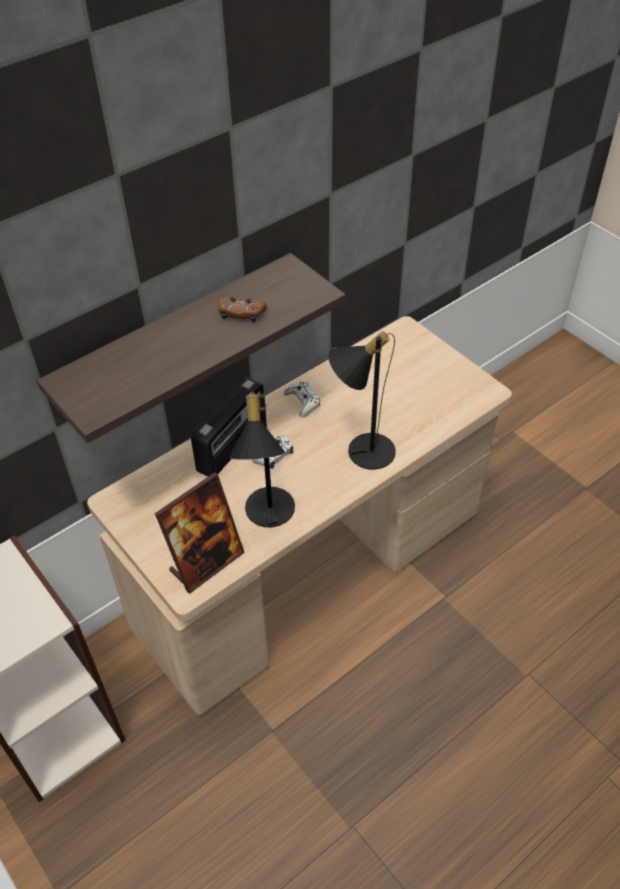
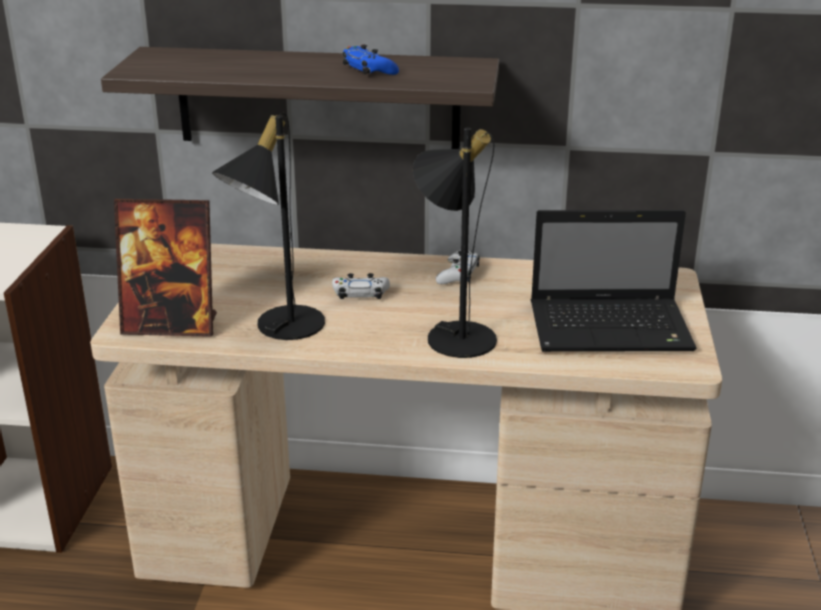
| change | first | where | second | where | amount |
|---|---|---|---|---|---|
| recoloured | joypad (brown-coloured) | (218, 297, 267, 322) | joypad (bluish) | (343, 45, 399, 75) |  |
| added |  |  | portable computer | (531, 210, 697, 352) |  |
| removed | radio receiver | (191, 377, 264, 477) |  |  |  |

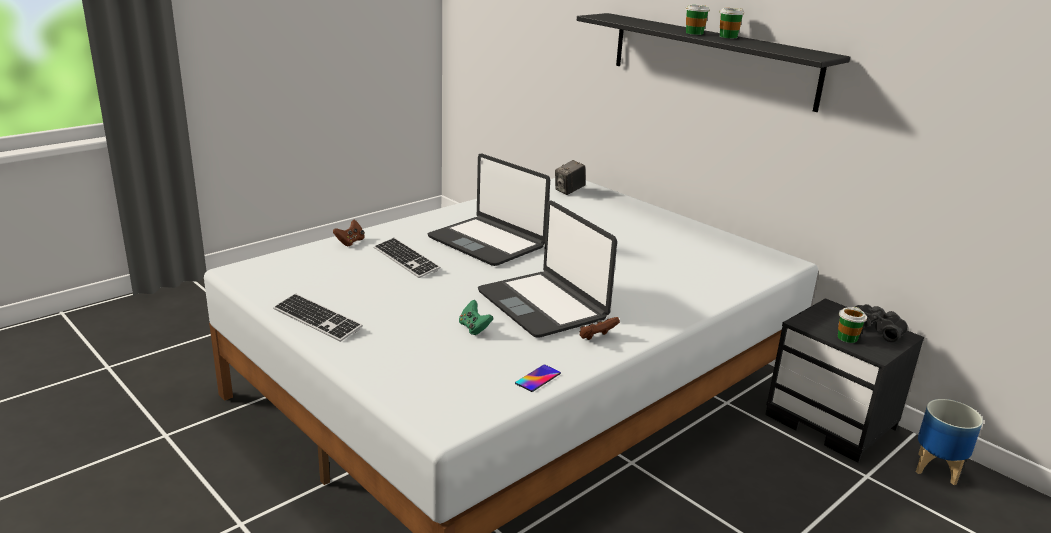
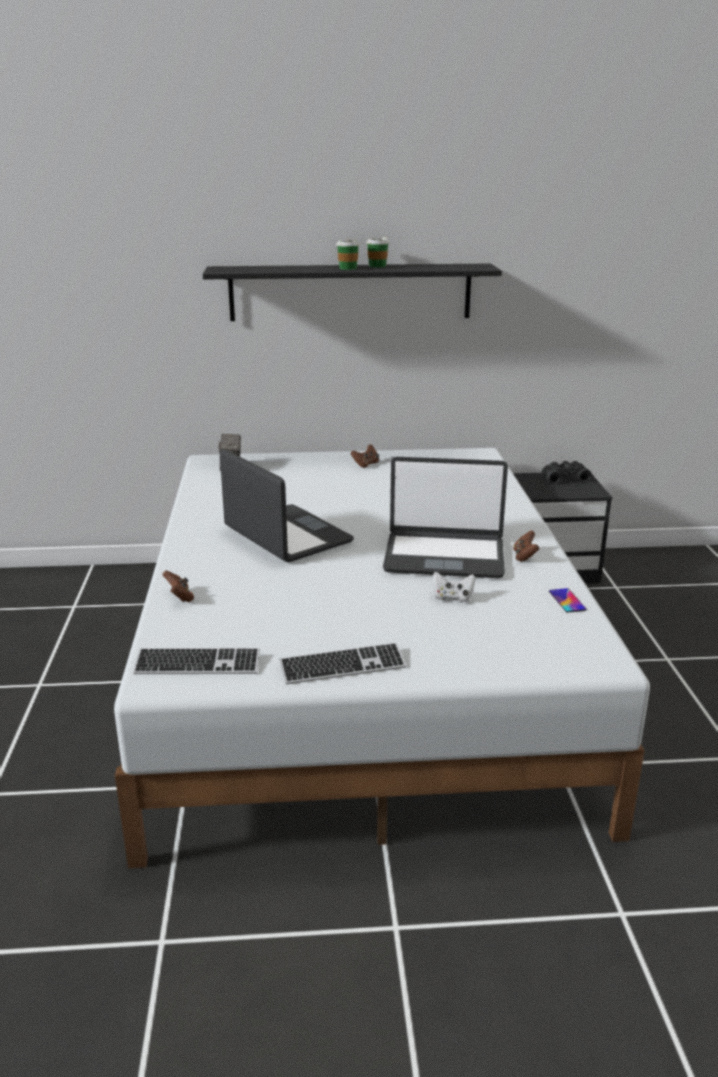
| change | first | where | second | where | amount |
|---|---|---|---|---|---|
| moved | PC keyboard | (374, 238, 441, 278) |  | (133, 648, 260, 674) |  |
| turned | portable computer | (428, 153, 550, 266) |  | (220, 449, 354, 562) | 120 degrees counterclockwise |
| added |  |  | joypad (brown-coloured) | (351, 444, 379, 468) |  |
| recoloured | joypad (greenish) | (459, 300, 493, 335) | joypad (whitish) | (433, 572, 475, 602) |  |
| removed | cup | (838, 307, 867, 343) |  |  |  |
| removed | plant pot | (916, 399, 983, 485) |  |  |  |

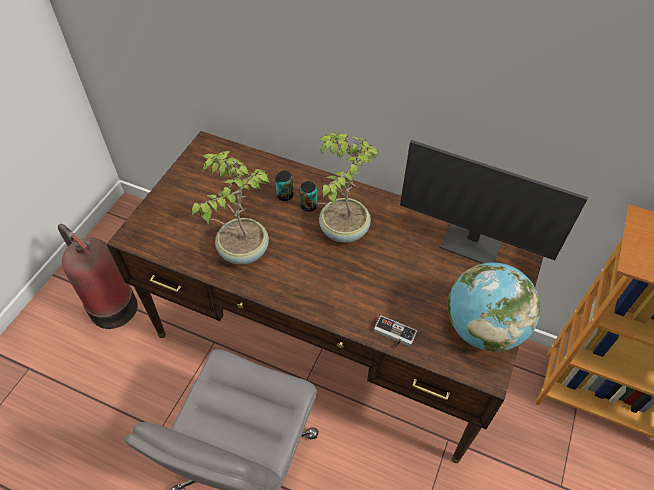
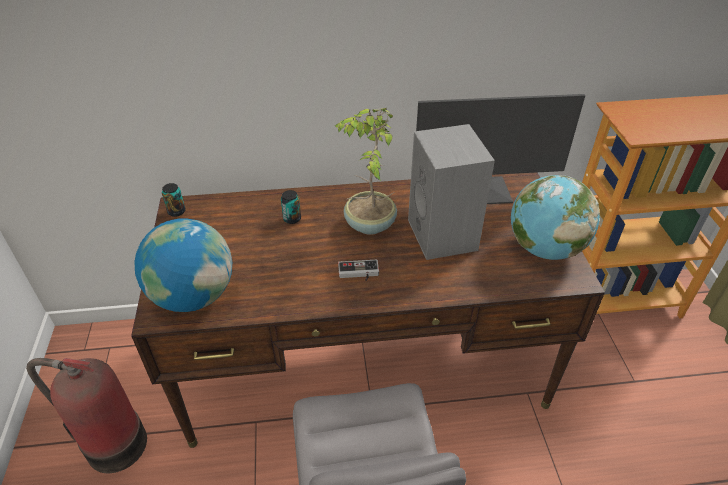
| change | first | where | second | where | amount |
|---|---|---|---|---|---|
| added |  |  | desk globe | (135, 218, 232, 312) |  |
| moved | sealed can | (300, 181, 317, 212) |  | (162, 183, 186, 217) |  |
| moved | joypad | (374, 315, 417, 347) |  | (338, 260, 379, 281) |  |
| added |  |  | loudspeaker (greyish) | (408, 124, 495, 260) |  |
| removed | plant in a pot | (191, 150, 270, 265) |  |  |  |

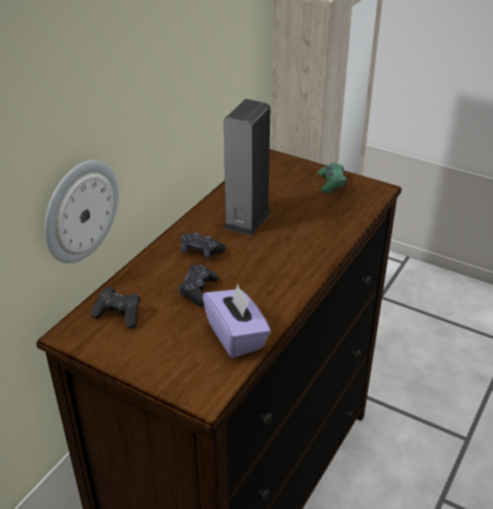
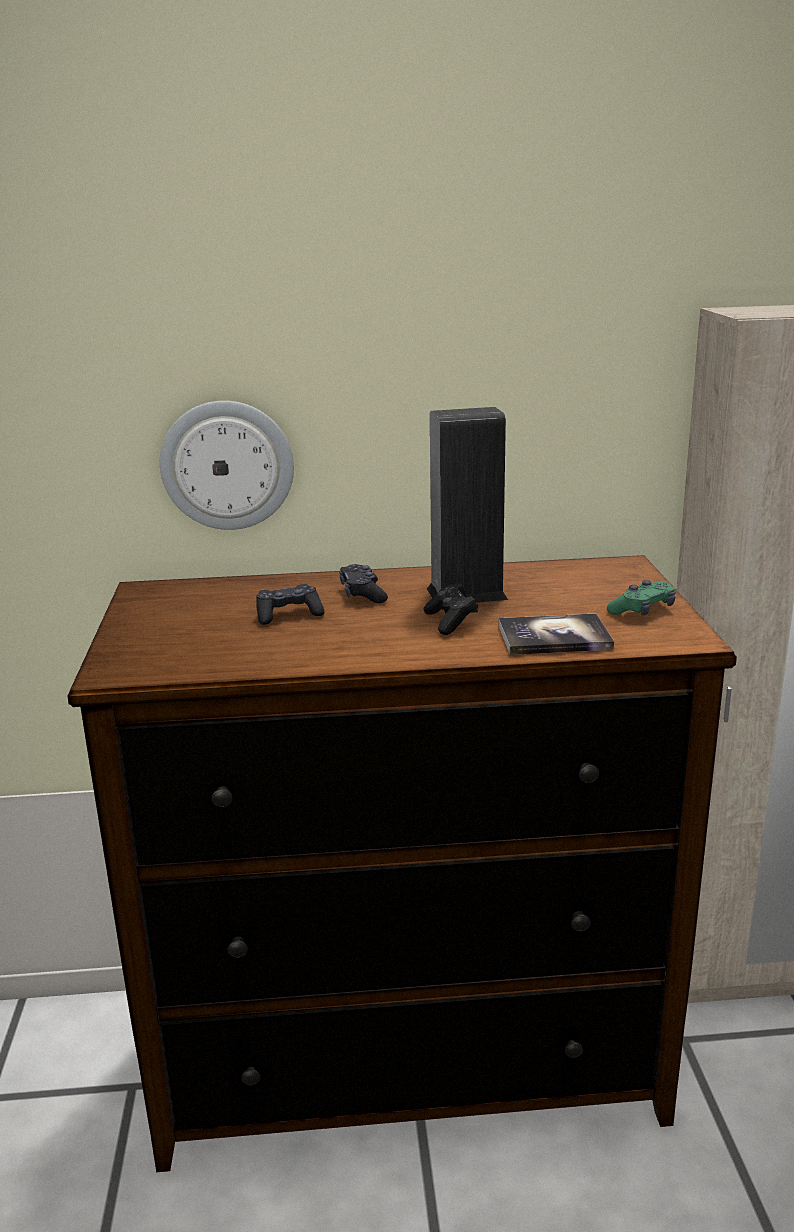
| change | first | where | second | where | amount |
|---|---|---|---|---|---|
| moved | joypad (black-coloured) | (91, 287, 140, 328) |  | (424, 583, 479, 635) |  |
| added |  |  | volume | (498, 613, 614, 655) |  |
| removed | tissue box (purple) | (202, 284, 271, 358) |  |  |  |

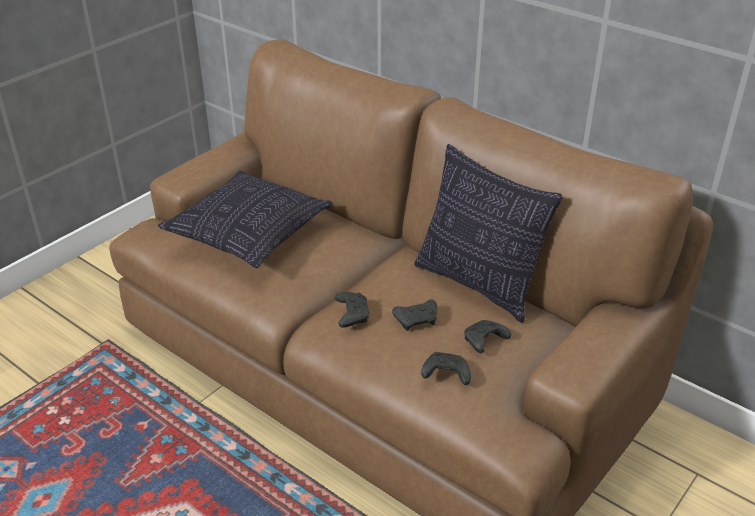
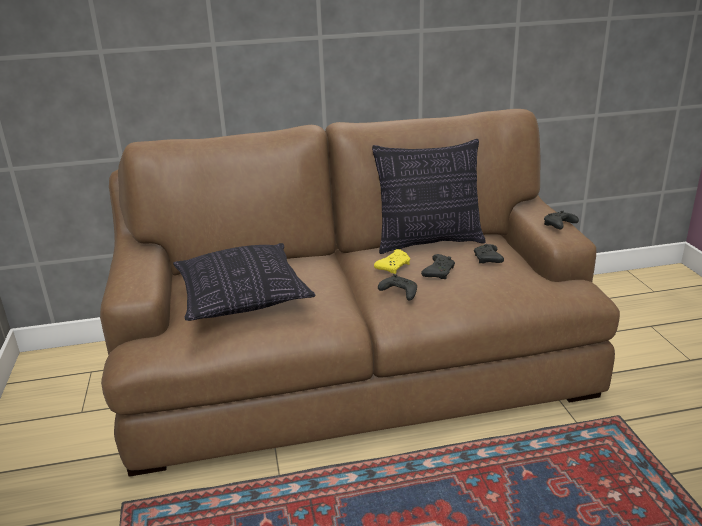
| change | first | where | second | where | amount |
|---|---|---|---|---|---|
| added |  |  | joypad (yellow-coloured) | (374, 249, 410, 274) |  |
| moved | joypad (black-coloured) | (421, 352, 471, 385) |  | (544, 211, 579, 229) |  |

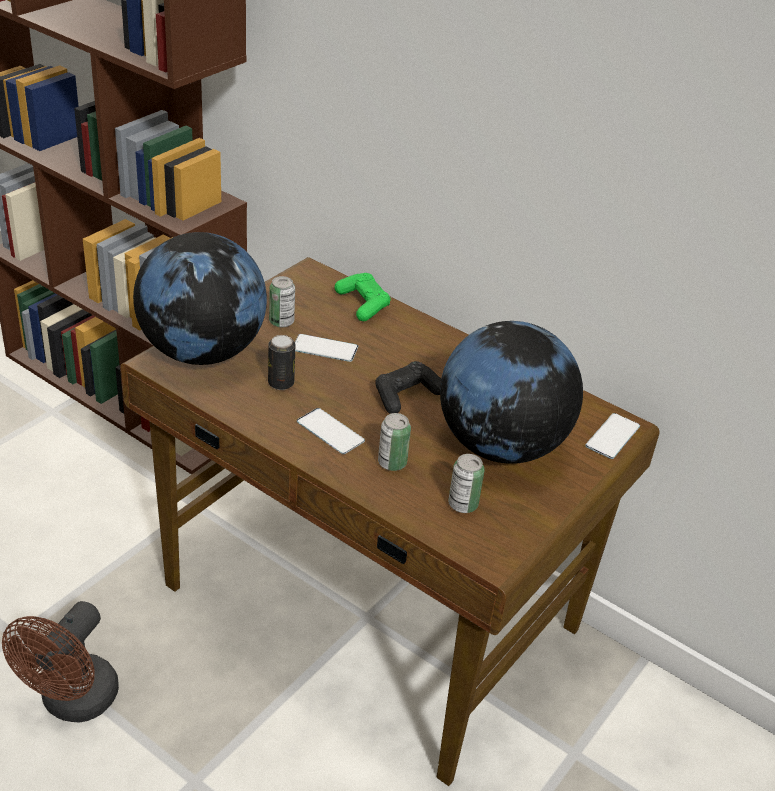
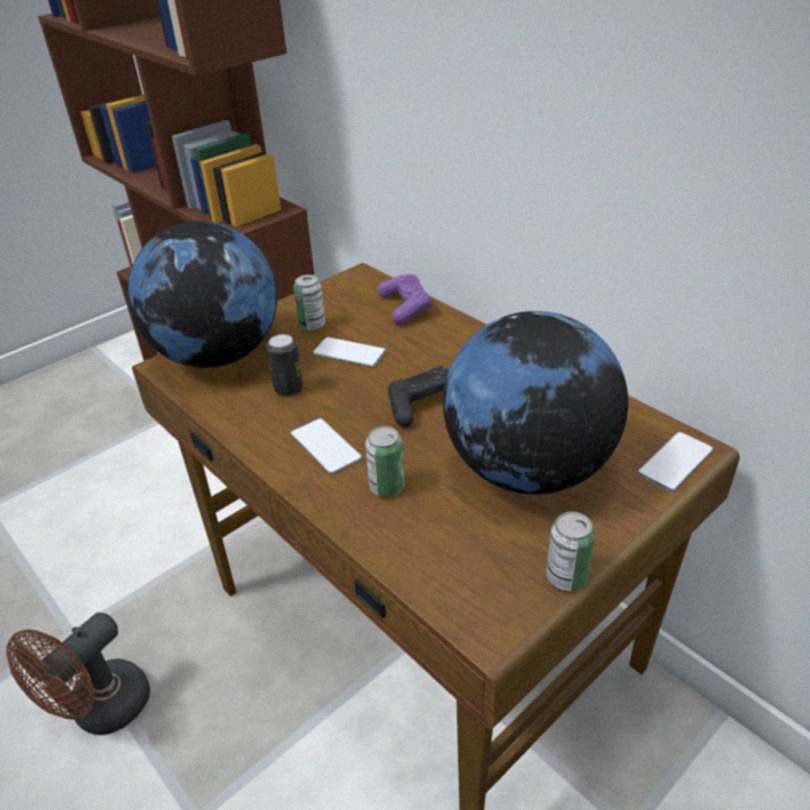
| change | first | where | second | where | amount |
|---|---|---|---|---|---|
| recoloured | joypad (greenish) | (334, 273, 391, 321) | joypad (purple) | (377, 274, 432, 324) |  |
| moved | sealed can | (448, 454, 484, 513) |  | (546, 511, 595, 591) |  |

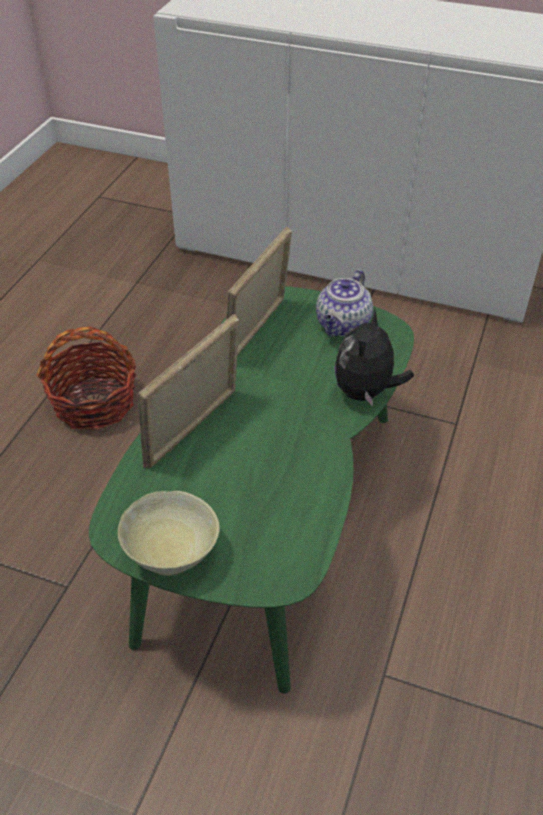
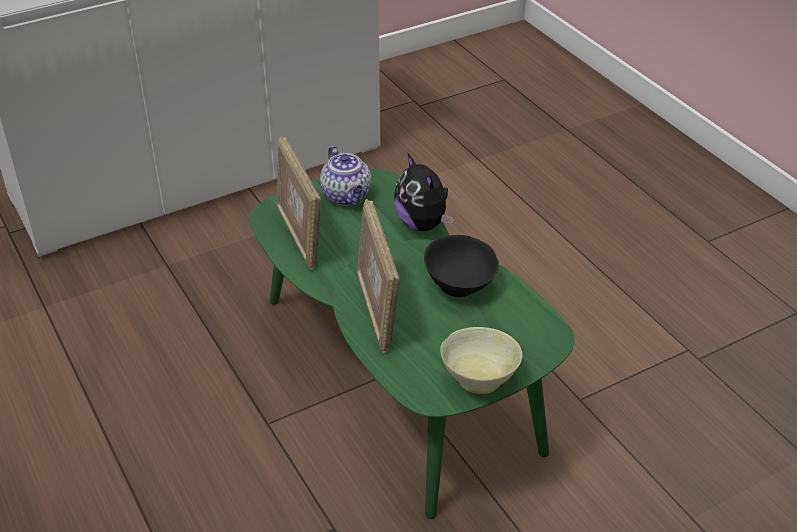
| change | first | where | second | where | amount |
|---|---|---|---|---|---|
| added |  |  | serving bowl (black-coloured) | (424, 235, 499, 297) |  |
| removed | basket | (37, 327, 136, 431) |  |  |  |

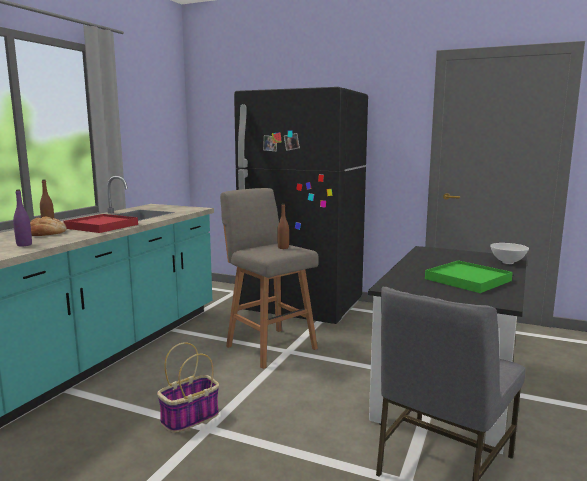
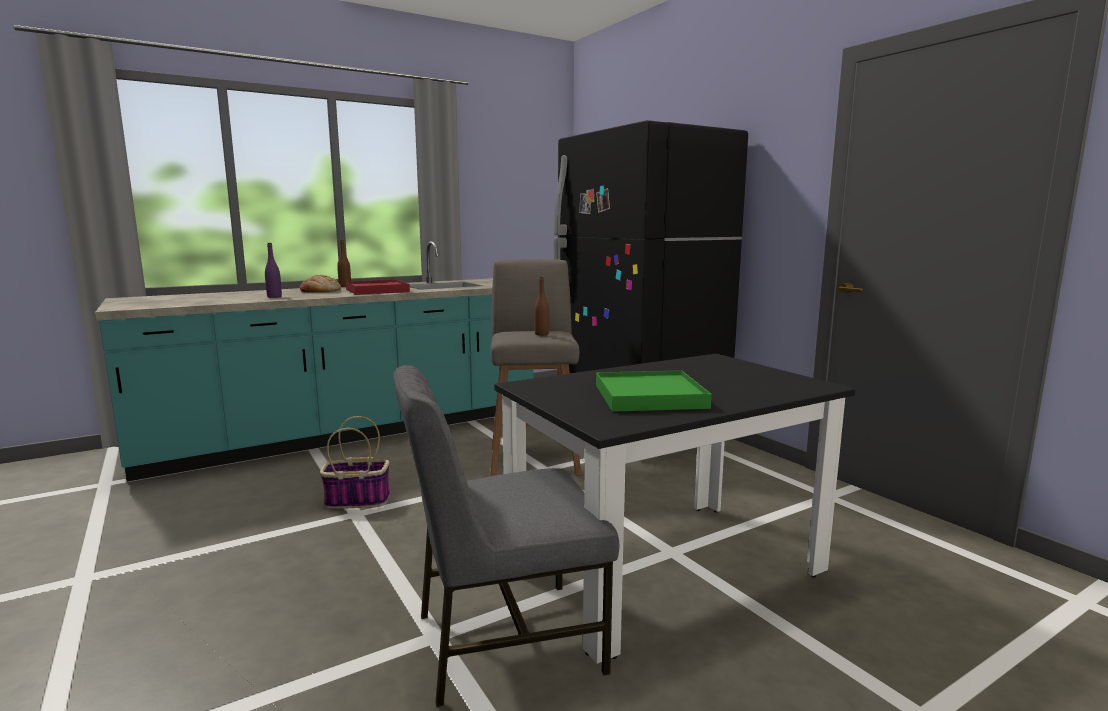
| change | first | where | second | where | amount |
|---|---|---|---|---|---|
| removed | serving bowl (whitish) | (490, 243, 529, 264) |  |  |  |

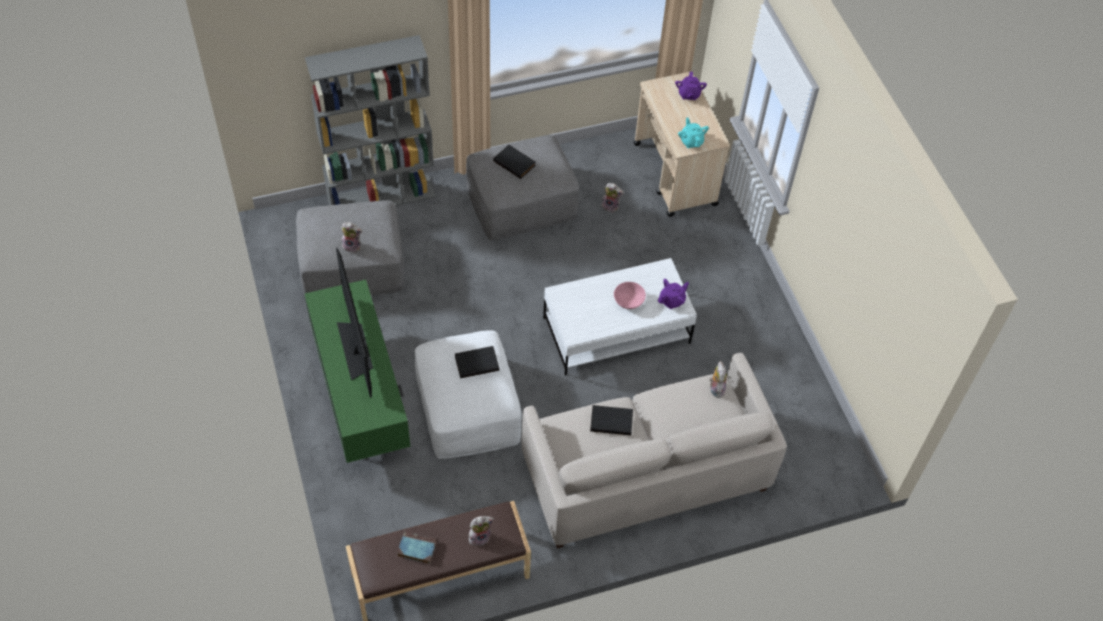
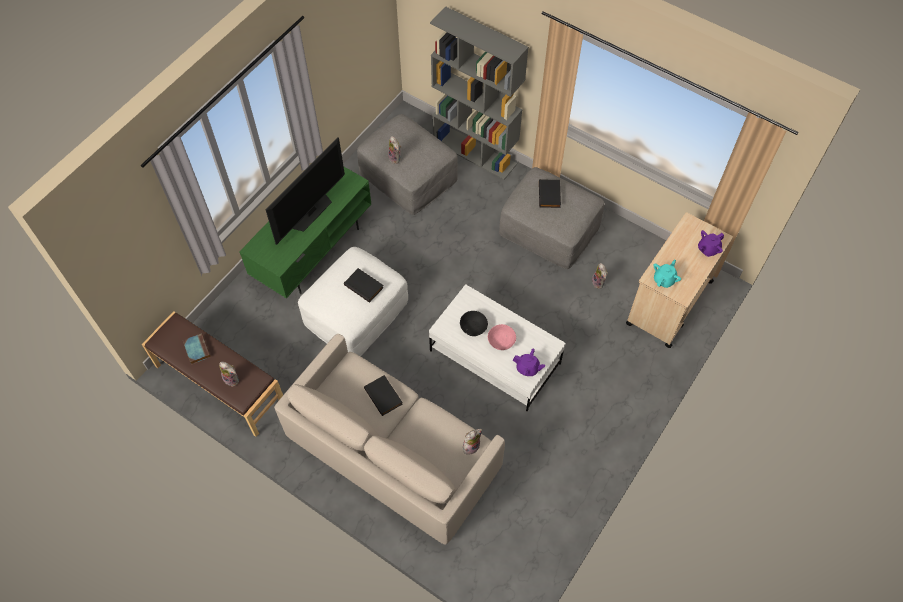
| change | first | where | second | where | amount |
|---|---|---|---|---|---|
| added |  |  | serving bowl (black-coloured) | (460, 311, 488, 336) |  |

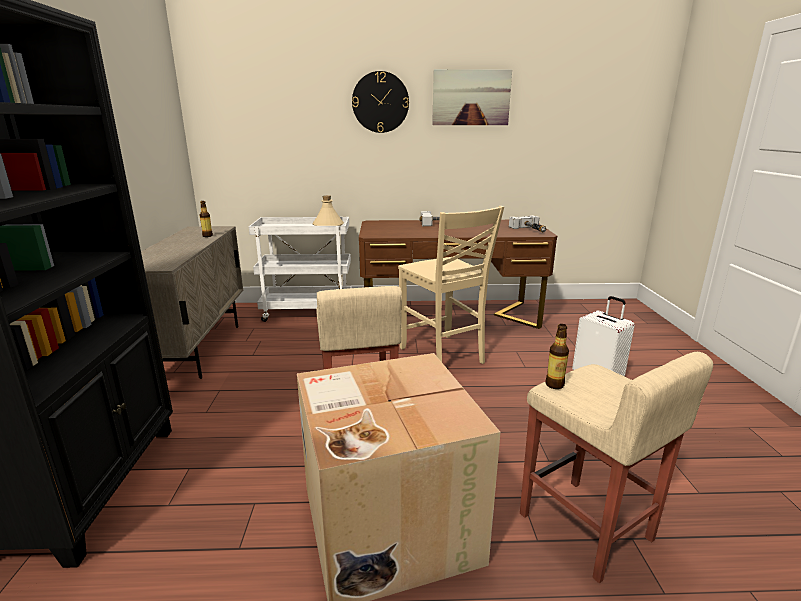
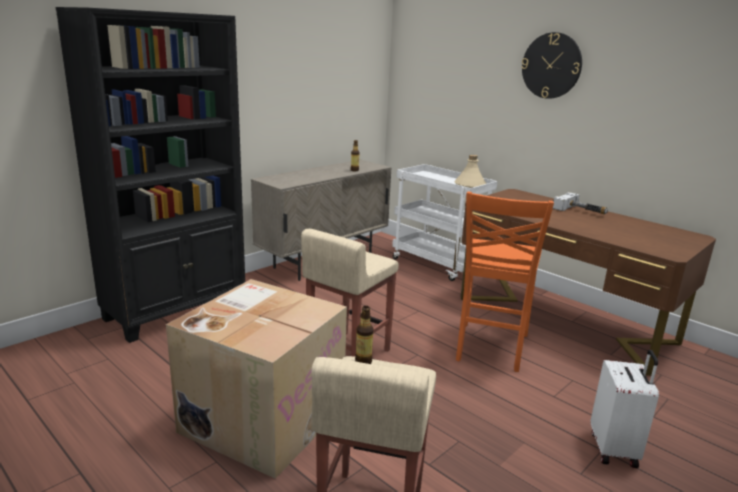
| change | first | where | second | where | amount |
|---|---|---|---|---|---|
| recoloured | chair (beige-coloured) | (398, 206, 504, 364) | chair (orange-coloured) | (456, 191, 554, 372) |  |
| removed | wall art | (432, 69, 512, 125) |  |  |  |
| removed | tool hammer | (509, 215, 546, 233) |  |  |  |

